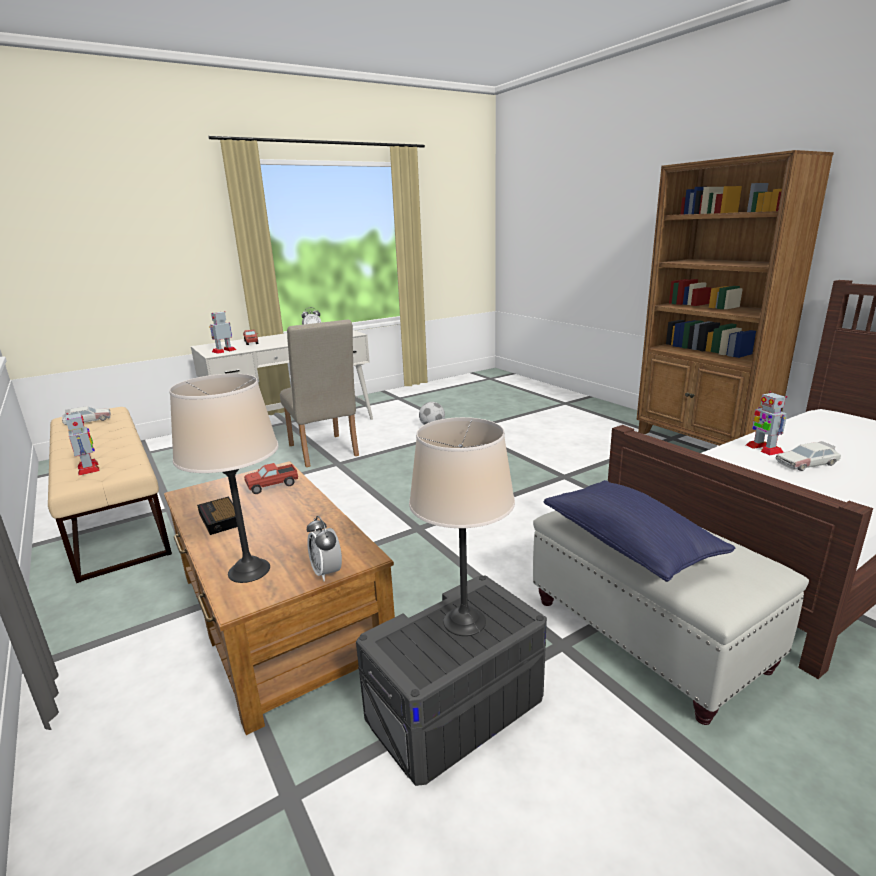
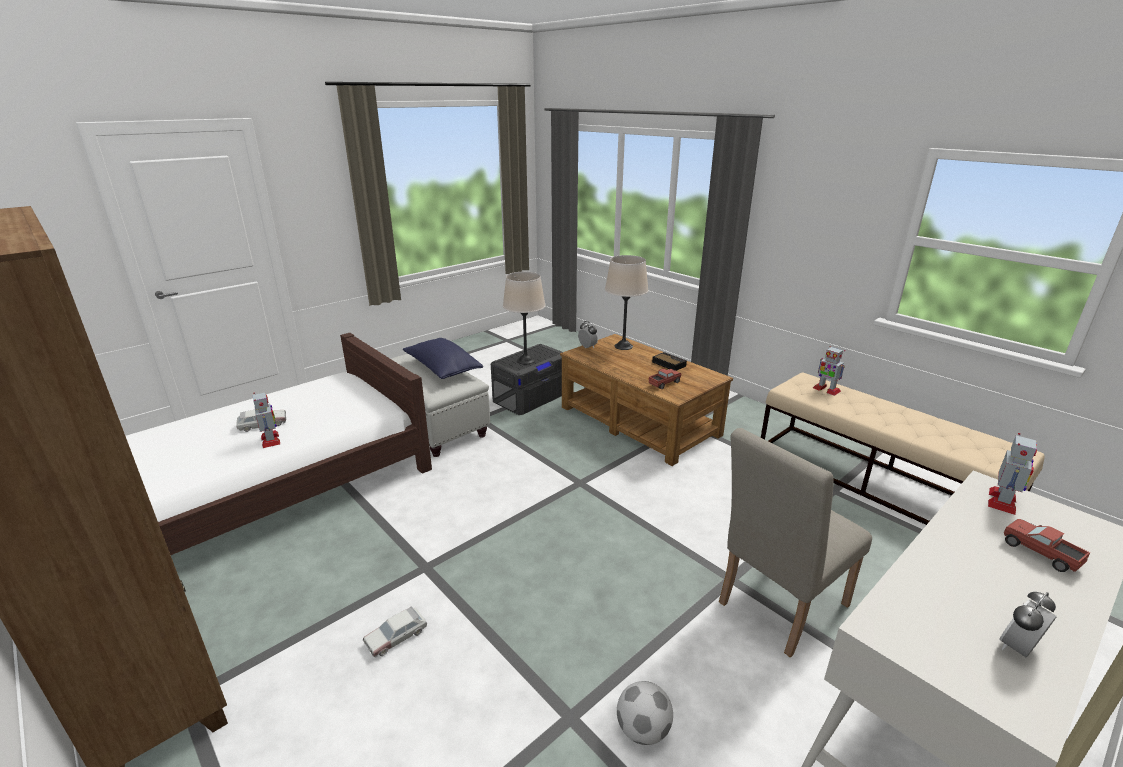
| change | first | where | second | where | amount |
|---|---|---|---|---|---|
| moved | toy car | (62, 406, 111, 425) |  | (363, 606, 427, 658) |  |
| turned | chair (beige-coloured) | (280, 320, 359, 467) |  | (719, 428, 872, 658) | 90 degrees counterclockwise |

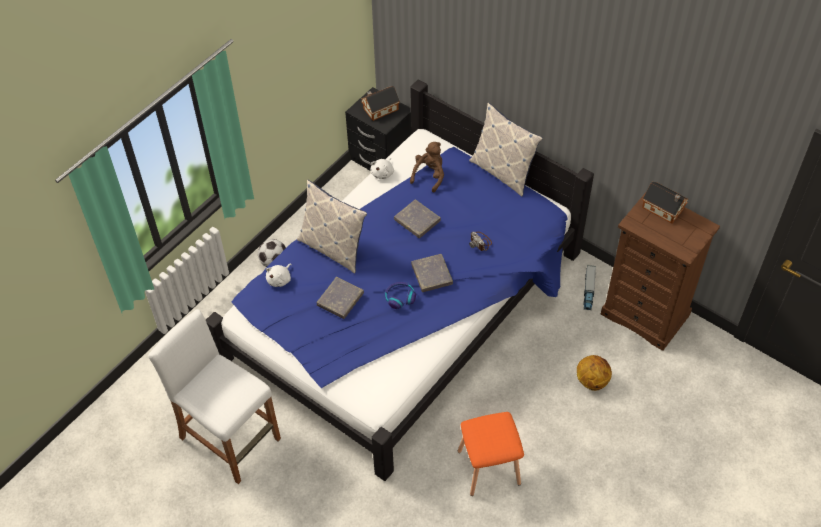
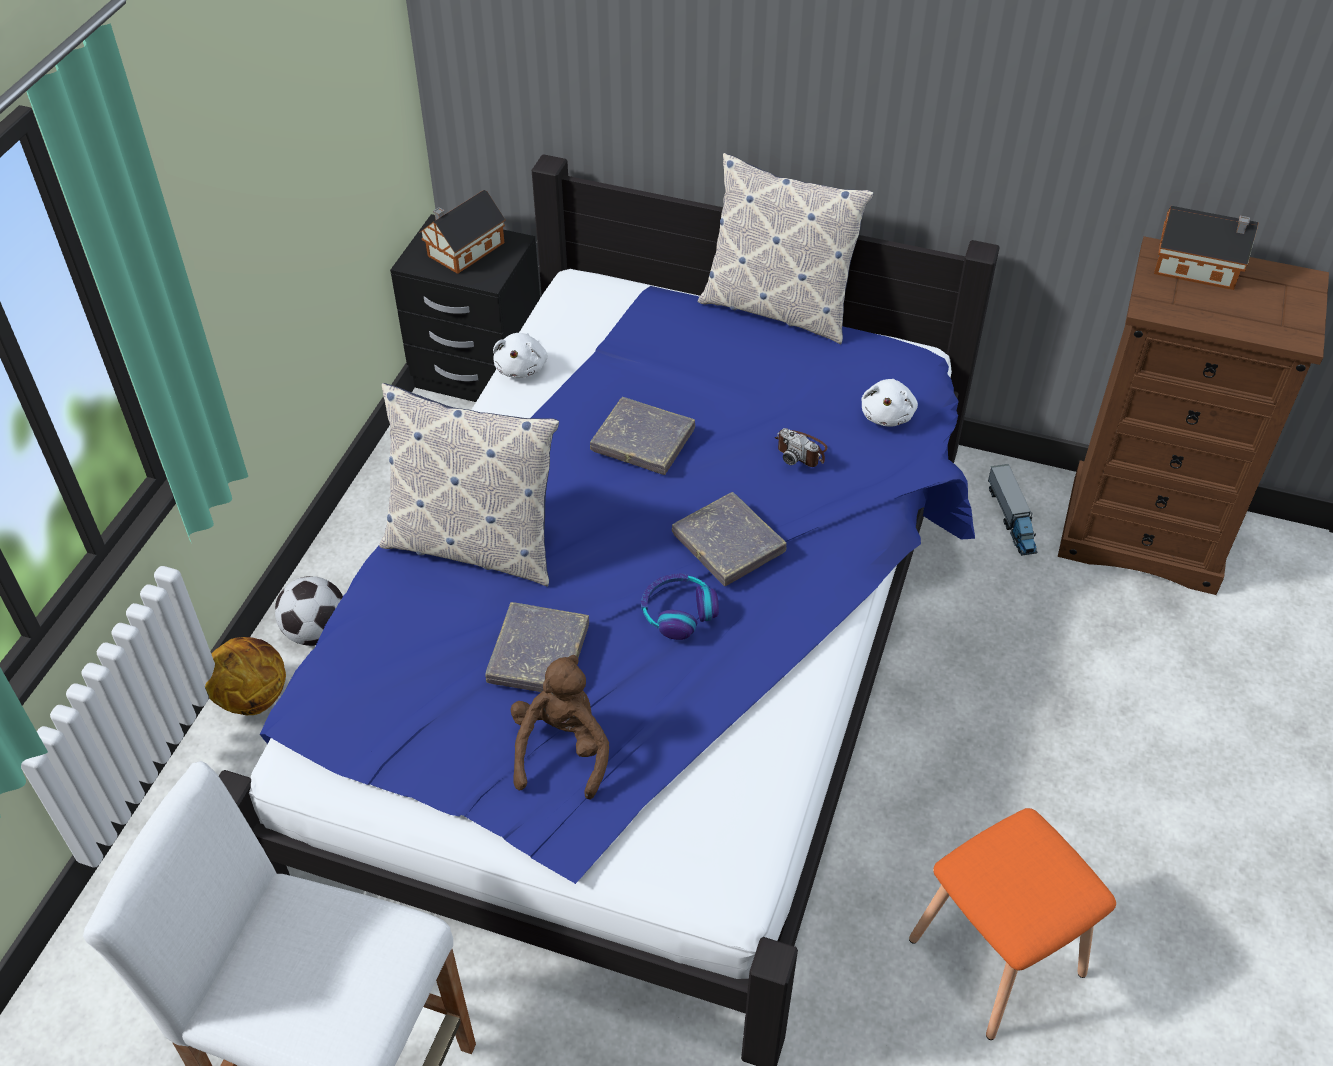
| change | first | where | second | where | amount |
|---|---|---|---|---|---|
| moved | basketball ball | (577, 355, 612, 391) |  | (205, 637, 286, 715) |  |
| moved | soft toy (brown-coloured) | (410, 142, 444, 193) |  | (511, 655, 609, 800) |  |
| moved | soft toy (whitish) | (266, 264, 292, 287) |  | (861, 379, 918, 427) |  |

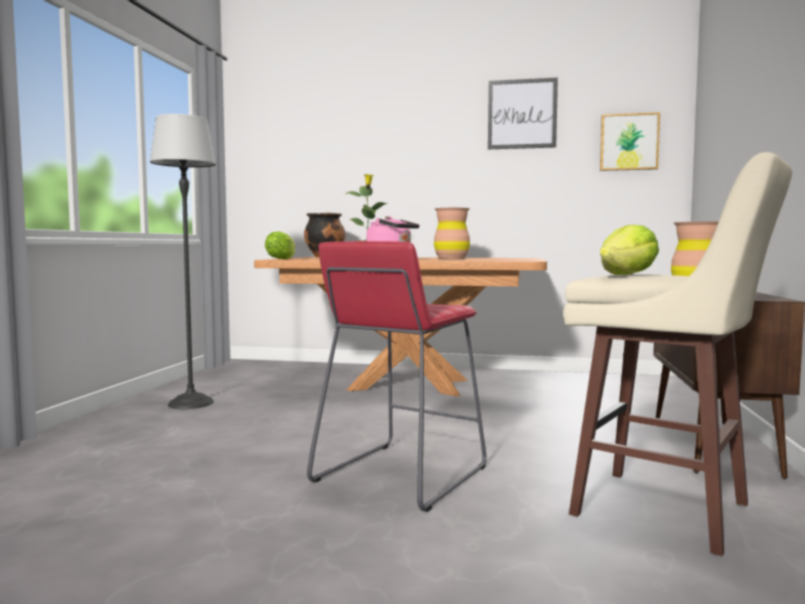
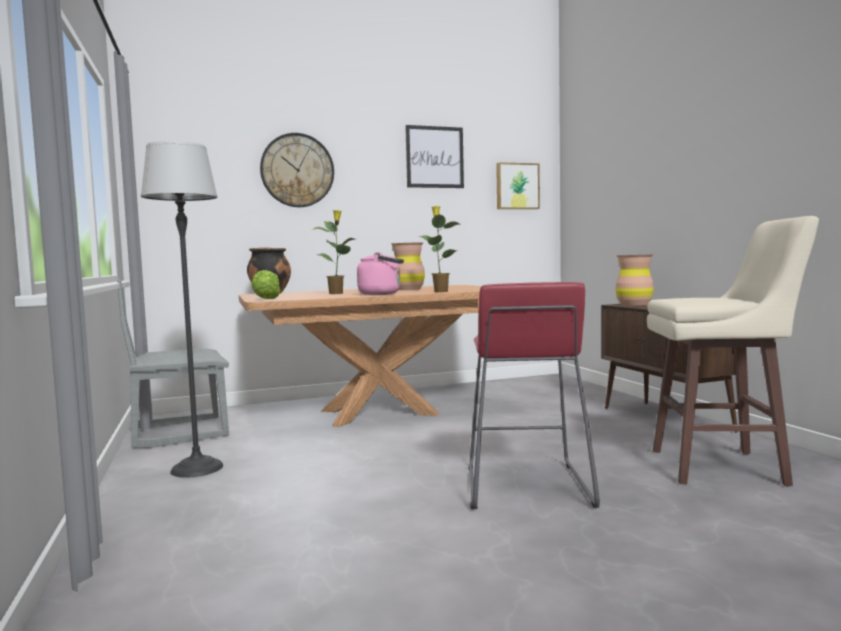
| change | first | where | second | where | amount |
|---|---|---|---|---|---|
| added |  |  | chair (greyish) | (117, 280, 229, 448) |  |
| added |  |  | wall clock | (260, 133, 334, 207) |  |
| added |  |  | plant in a pot | (419, 206, 462, 292) |  |
| removed | lettuce head | (600, 225, 659, 275) |  |  |  |

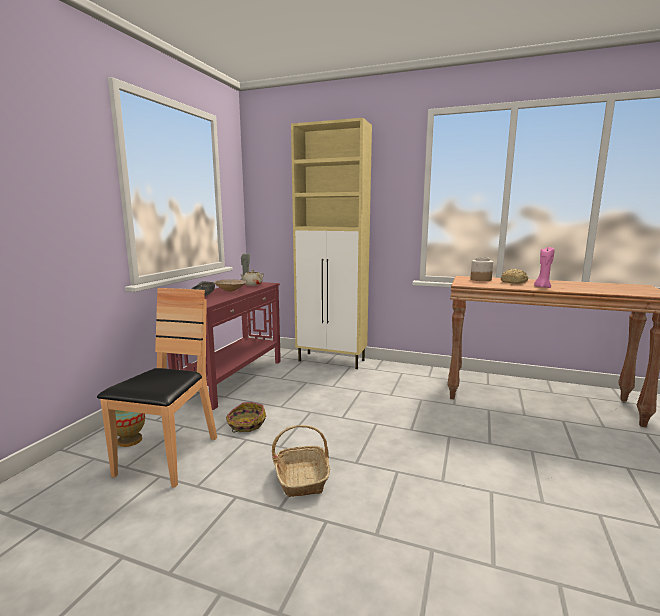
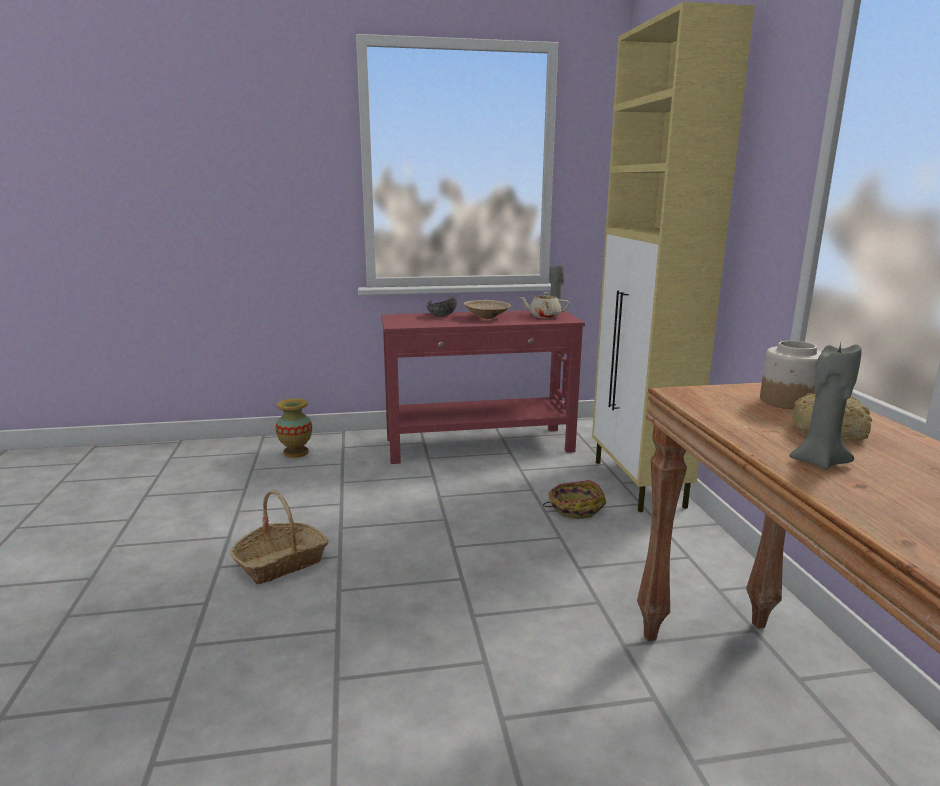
| change | first | where | second | where | amount |
|---|---|---|---|---|---|
| moved | basket | (226, 402, 266, 432) |  | (543, 480, 606, 519) |  |
| recoloured | wax light (pinkish) | (534, 247, 554, 288) | wax light (greyish) | (789, 343, 862, 470) |  |
| removed | chair (brown-coloured) | (97, 288, 217, 488) |  |  |  |

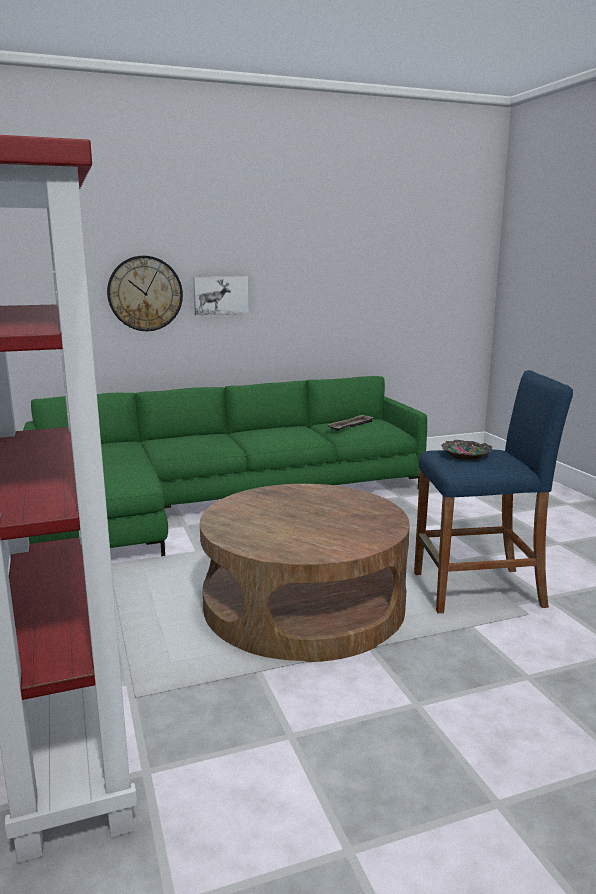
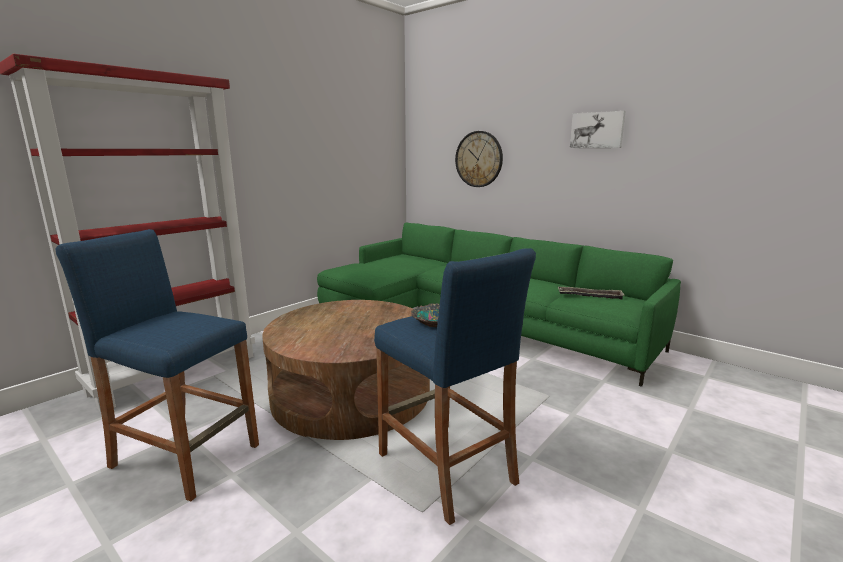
| change | first | where | second | where | amount |
|---|---|---|---|---|---|
| added |  |  | stool (bluish) | (55, 229, 259, 501) |  |
| moved | wall art | (193, 276, 249, 316) |  | (570, 111, 626, 148) |  |

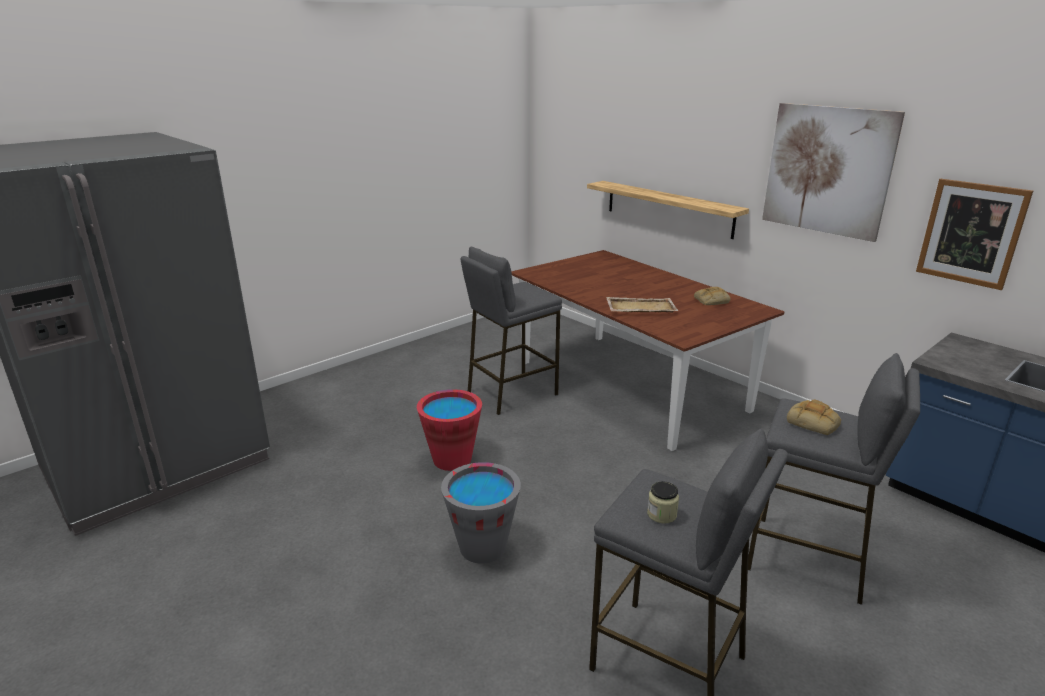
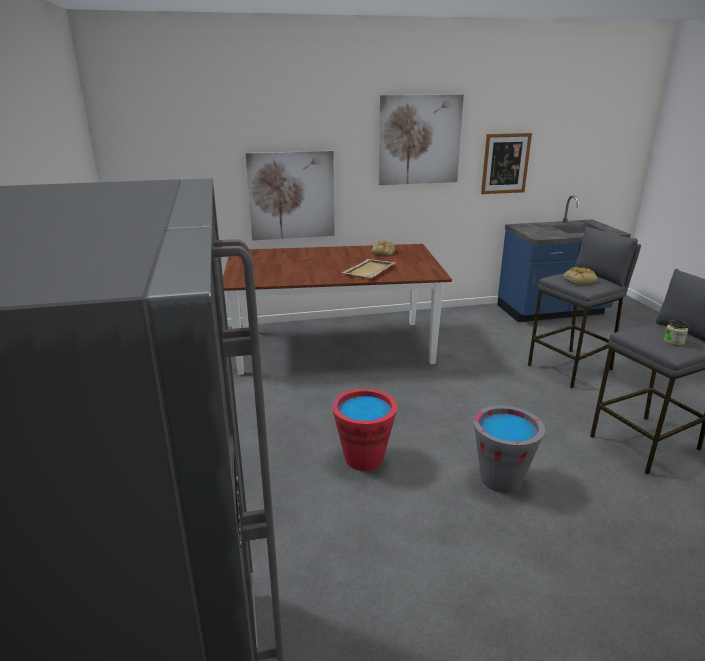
| change | first | where | second | where | amount |
|---|---|---|---|---|---|
| replaced | bracket shelf | (587, 181, 749, 239) | wall art | (245, 151, 335, 241) |  |
| removed | stool (greyish) | (460, 247, 562, 415) |  |  |  |

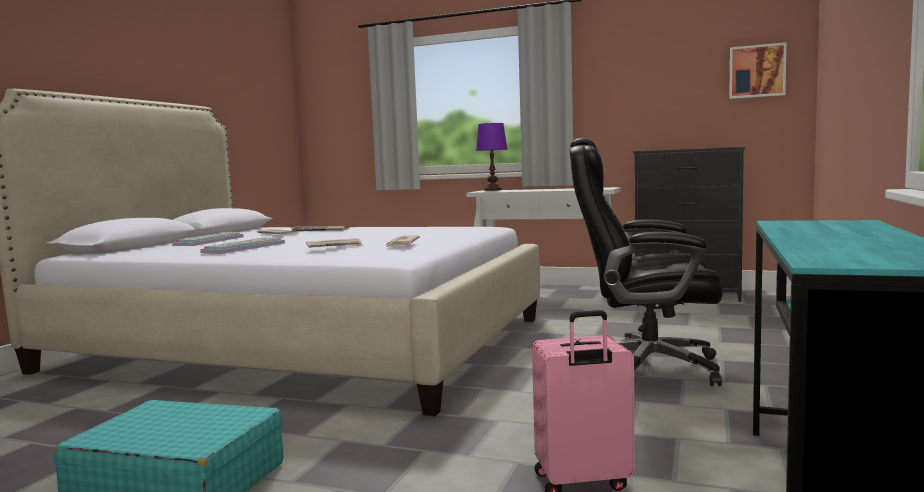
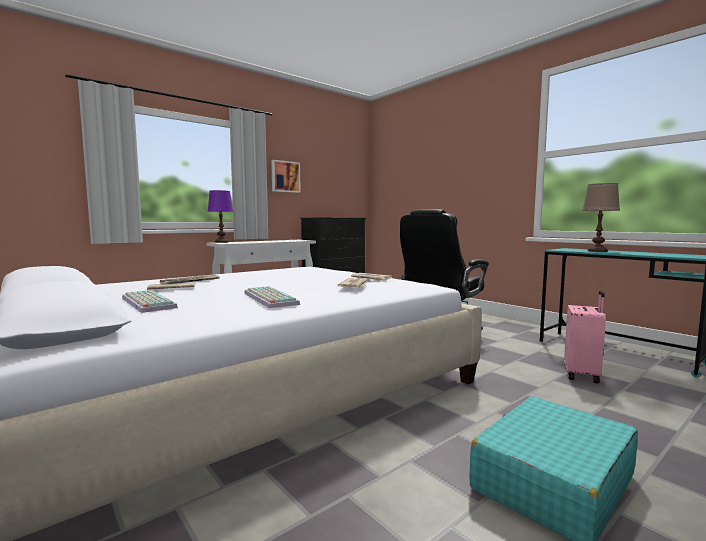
| change | first | where | second | where | amount |
|---|---|---|---|---|---|
| moved | wall art | (729, 42, 787, 99) |  | (271, 160, 301, 193) |  |
| added |  |  | table lamp (brown-coloured) | (582, 183, 620, 252) |  |

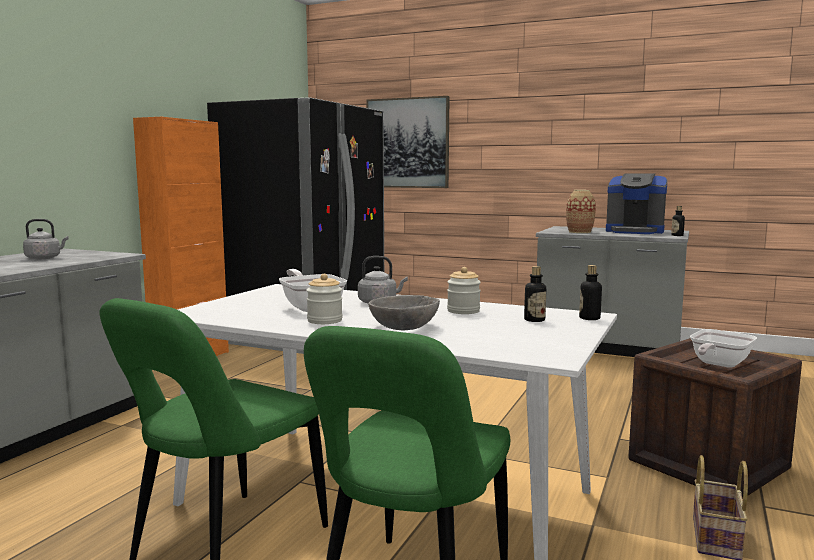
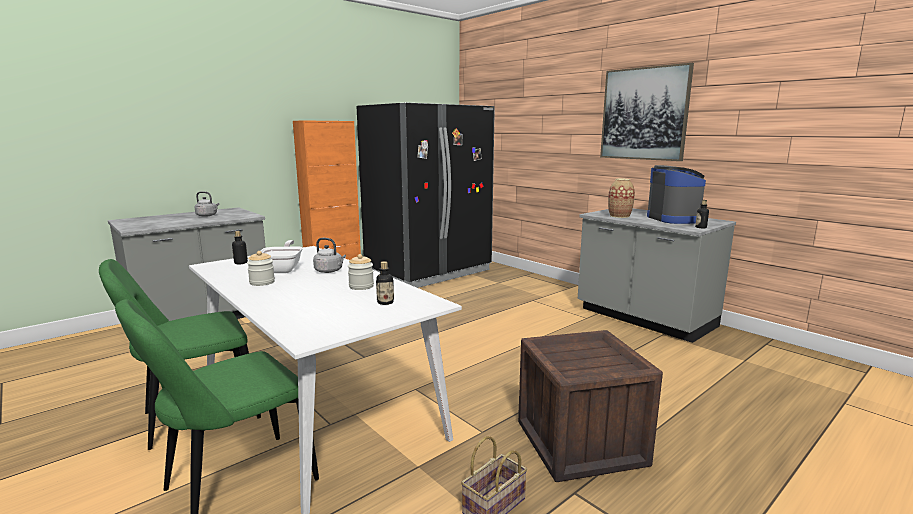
| change | first | where | second | where | amount |
|---|---|---|---|---|---|
| moved | bottle | (579, 265, 602, 320) |  | (232, 231, 248, 264) |  |
| moved | wall art | (366, 96, 449, 188) |  | (600, 63, 694, 161) |  |
| turned | coffee machine | (606, 173, 667, 234) |  | (647, 165, 706, 224) | 150 degrees counterclockwise |
| removed | serving bowl (greyish) | (368, 295, 440, 331) |  |  |  |
| removed | frying pan | (690, 329, 757, 368) |  |  |  |

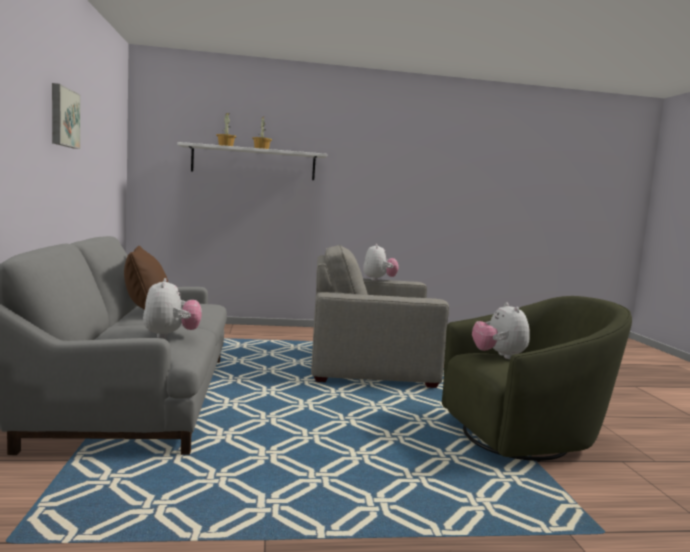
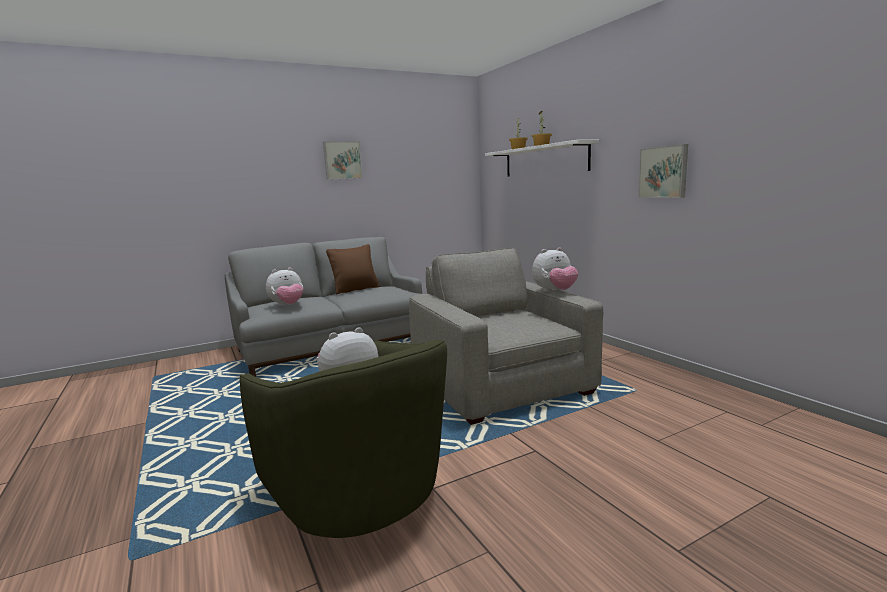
| change | first | where | second | where | amount |
|---|---|---|---|---|---|
| added |  |  | wall art | (638, 144, 688, 198) |  |

